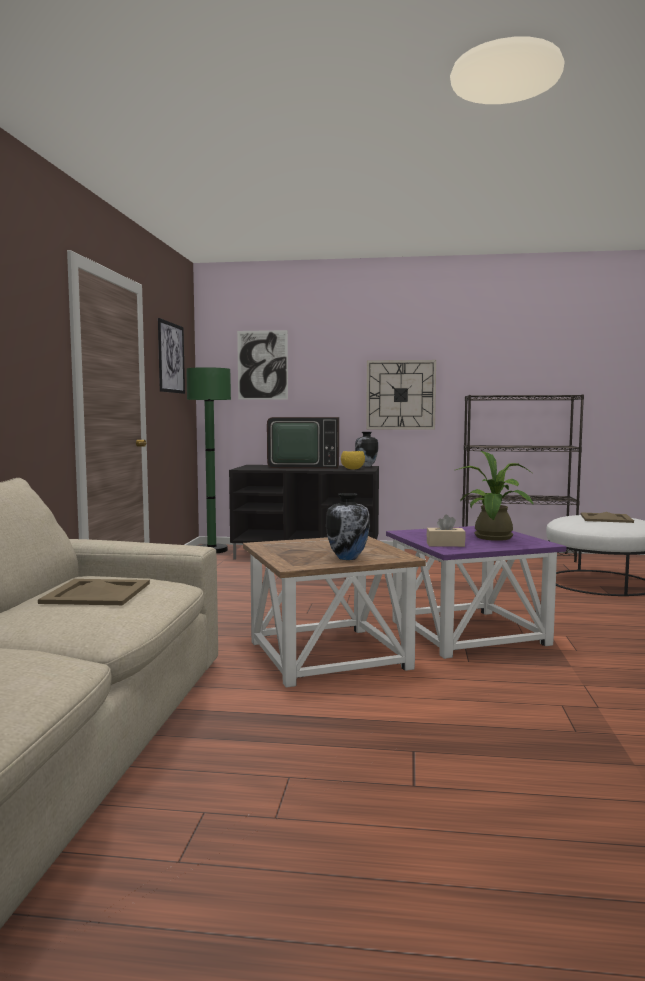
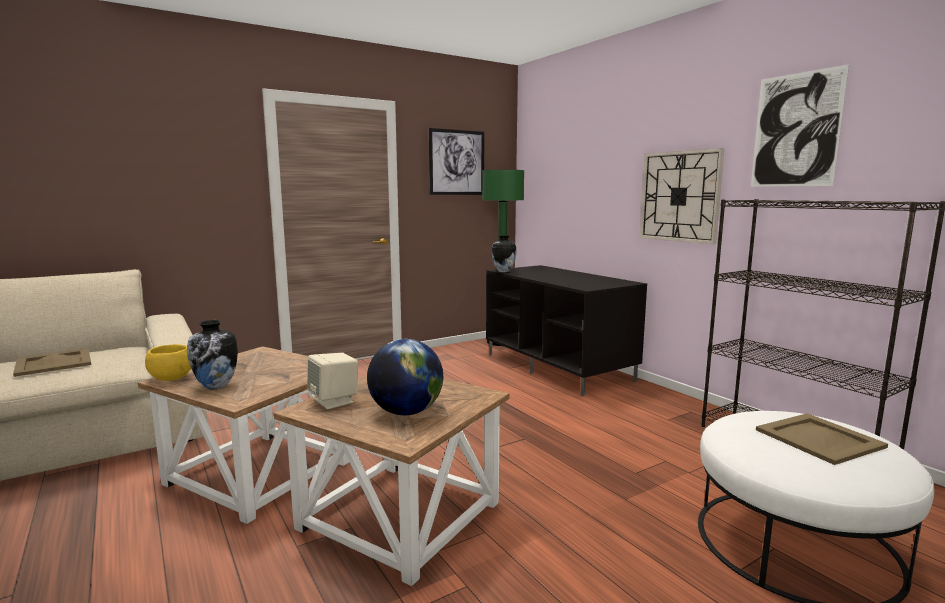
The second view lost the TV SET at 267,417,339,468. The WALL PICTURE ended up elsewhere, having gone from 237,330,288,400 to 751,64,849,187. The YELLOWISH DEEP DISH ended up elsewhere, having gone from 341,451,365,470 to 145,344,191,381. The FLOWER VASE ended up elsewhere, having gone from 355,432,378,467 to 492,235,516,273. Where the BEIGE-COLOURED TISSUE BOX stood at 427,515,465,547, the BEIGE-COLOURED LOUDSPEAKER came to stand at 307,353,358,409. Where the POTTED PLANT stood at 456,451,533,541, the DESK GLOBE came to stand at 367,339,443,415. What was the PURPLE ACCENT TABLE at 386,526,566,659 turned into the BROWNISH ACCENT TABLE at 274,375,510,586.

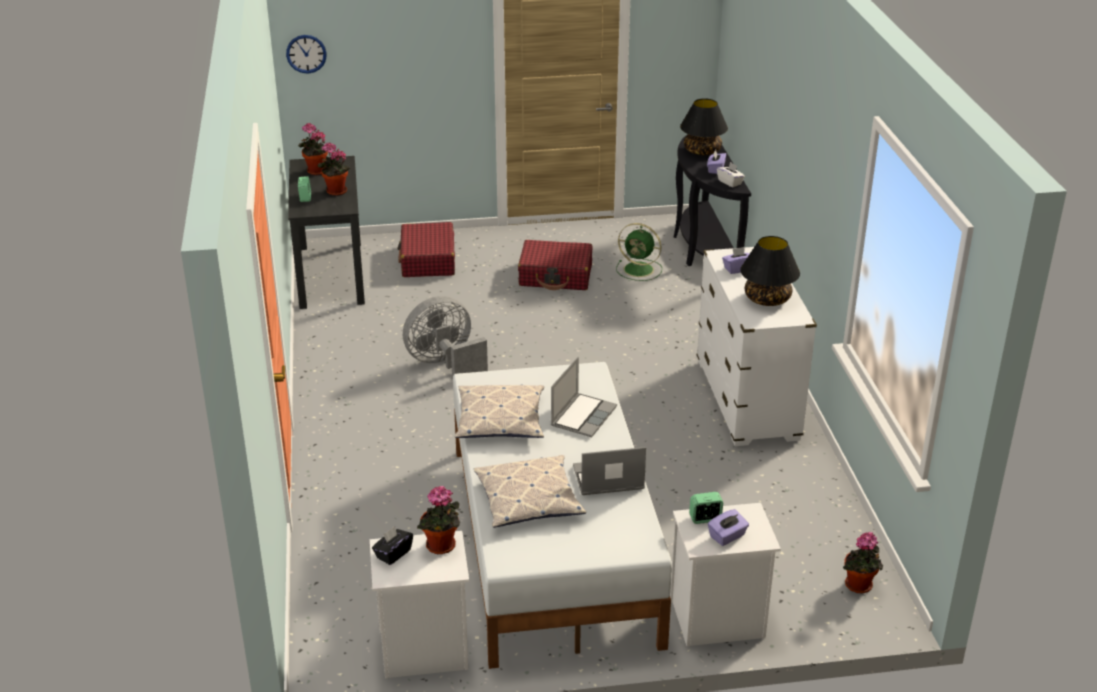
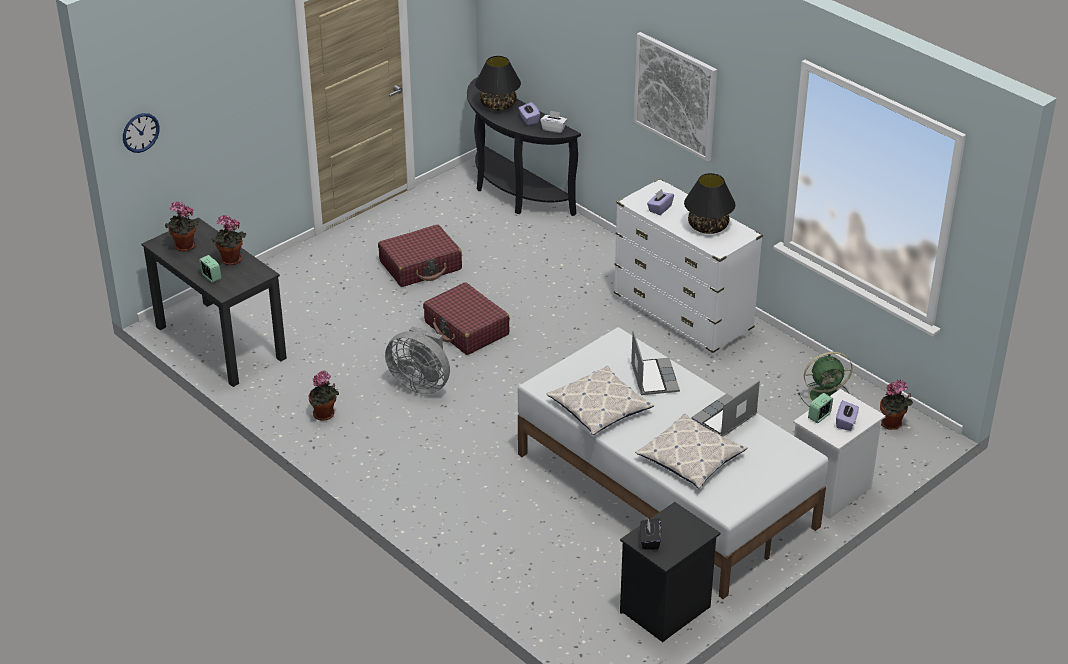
The second view gained the WALL PICTURE at 634,32,717,162. The RED TRAVEL CASE ended up elsewhere, having gone from 397,222,455,277 to 423,282,510,355. The POTTED PLANT ended up elsewhere, having gone from 417,486,460,554 to 308,370,339,421. The GREEN FAN ended up elsewhere, having gone from 616,223,662,281 to 798,352,853,407. What was the WHITE-COLOURED NIGHTSTAND at 370,531,469,679 turned into the BLACK-COLOURED NIGHTSTAND at 620,502,720,642. The GREYISH FAN at 403,296,488,379 ended up facing another way, 90 degrees counterclockwise from before.

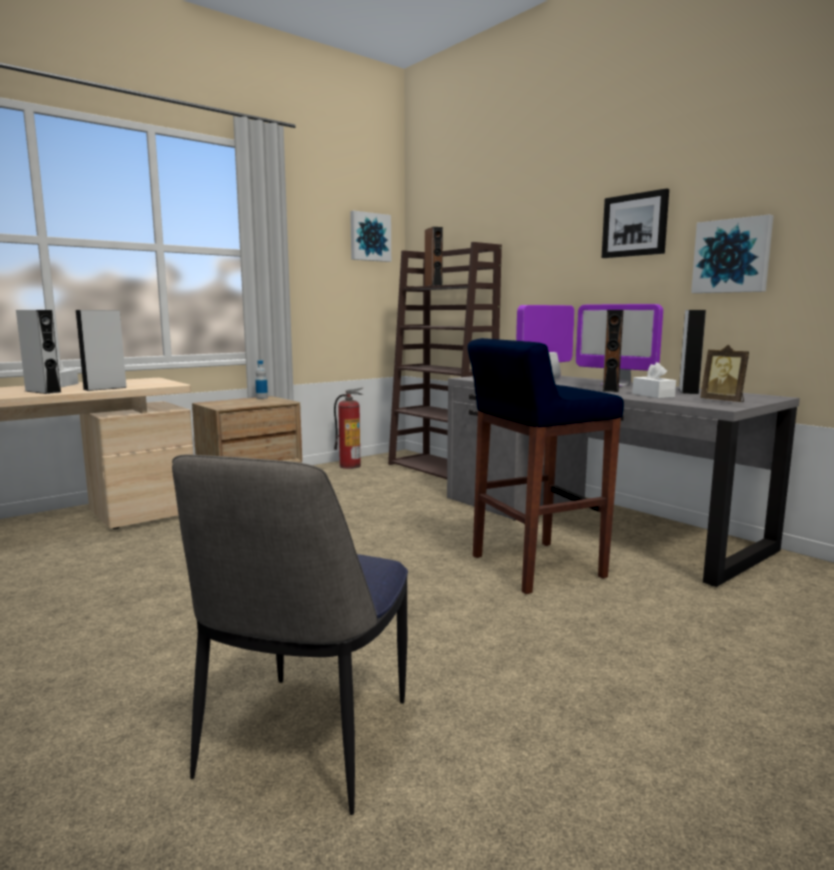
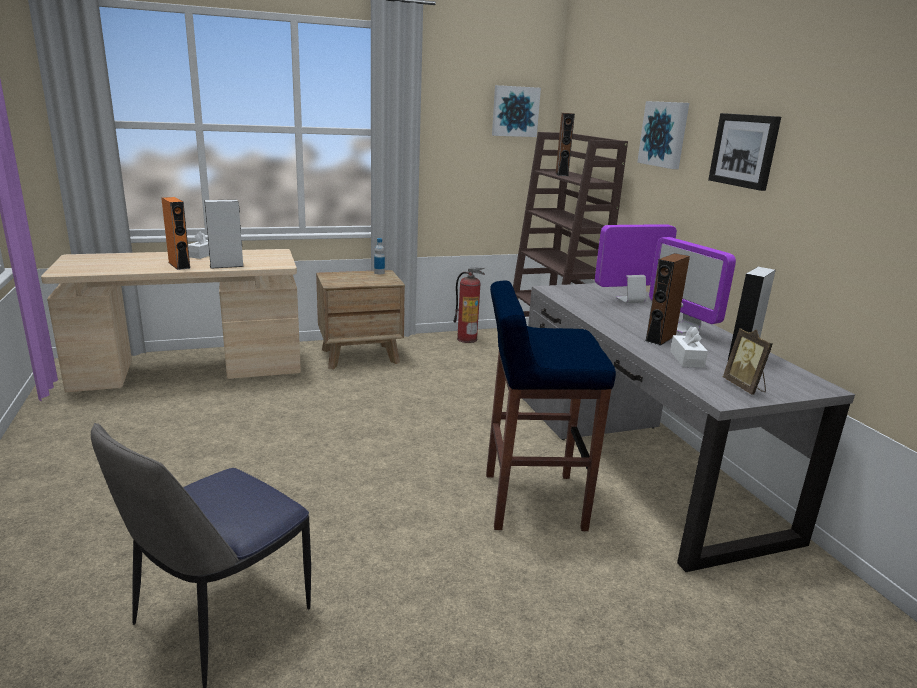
The WALL PICTURE ended up elsewhere, having gone from 691,214,774,293 to 637,101,689,169. What was the GREYISH LOUDSPEAKER at 16,310,61,394 turned into the ORANGE LOUDSPEAKER at 161,197,190,270.

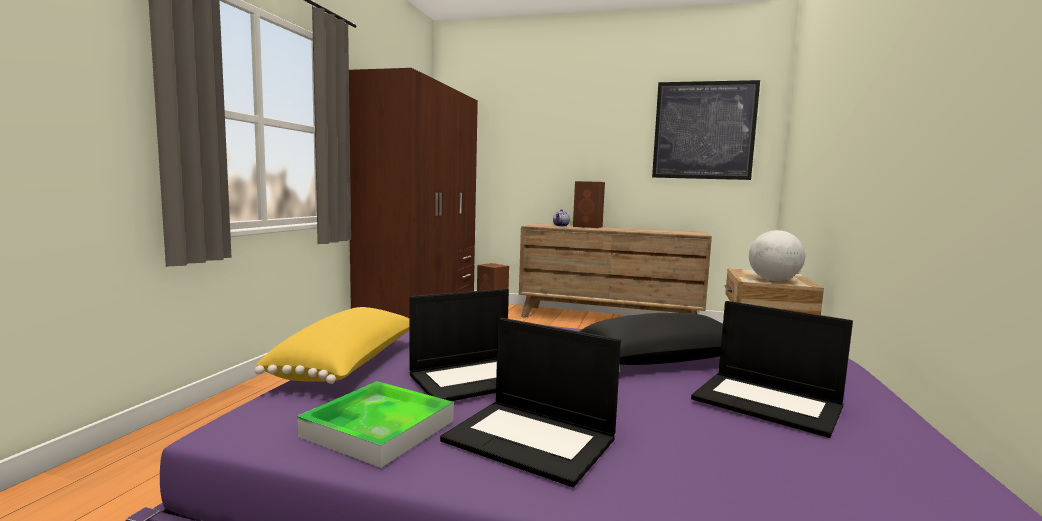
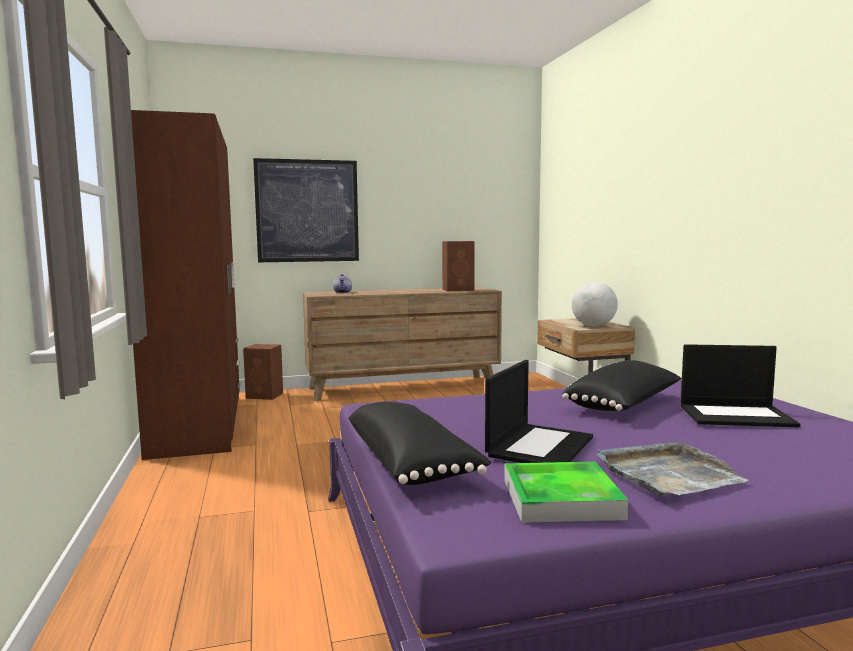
The BROWNISH LOUDSPEAKER ended up elsewhere, having gone from 573,181,605,228 to 442,241,475,291. The WALL PICTURE ended up elsewhere, having gone from 652,80,760,180 to 253,158,359,262. Where the PORTABLE COMPUTER stood at 440,318,621,487, the GREYISH CARRYING TRAY came to stand at 597,442,749,496. What was the YELLOWISH PILLOW at 255,307,410,384 turned into the BLACK-COLOURED PILLOW at 348,402,492,485.

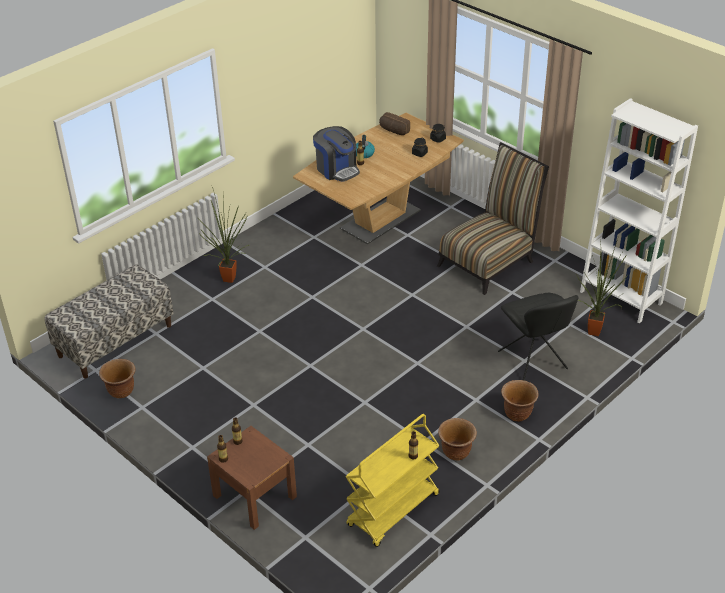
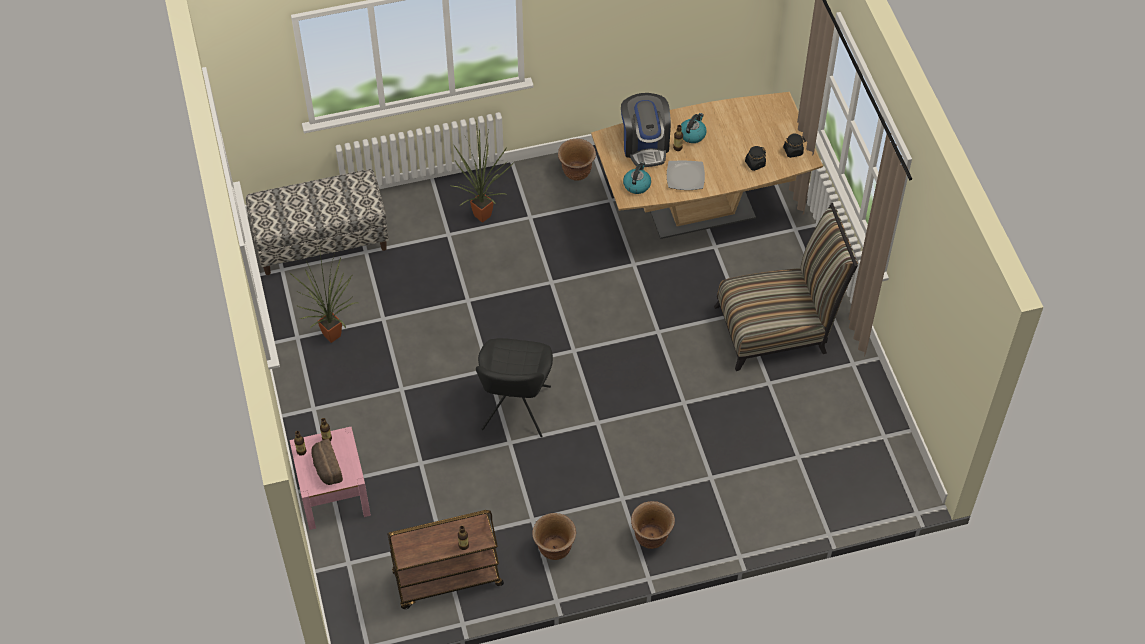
The second view lost the WHITE-COLOURED SHELVING UNIT at 580,98,698,323. The second view gained the TEA KETTLE at 623,162,651,194. The second view gained the FLAT DISH at 667,161,705,190. The BROWNISH FLOWER POT ended up elsewhere, having gone from 99,359,135,398 to 558,139,596,181. The BREAD ended up elsewhere, having gone from 379,112,410,135 to 311,439,343,485. The BLACK-COLOURED PLAIN CHAIR ended up elsewhere, having gone from 498,293,579,381 to 476,338,553,437. The POTTED PLANT ended up elsewhere, having gone from 576,239,628,336 to 290,246,356,343. What was the BROWNISH NIGHTSTAND at 207,426,297,530 turned into the PINKISH NIGHTSTAND at 290,427,371,530. What was the YELLOWISH CART at 346,414,439,547 turned into the BROWNISH CART at 387,510,504,609.

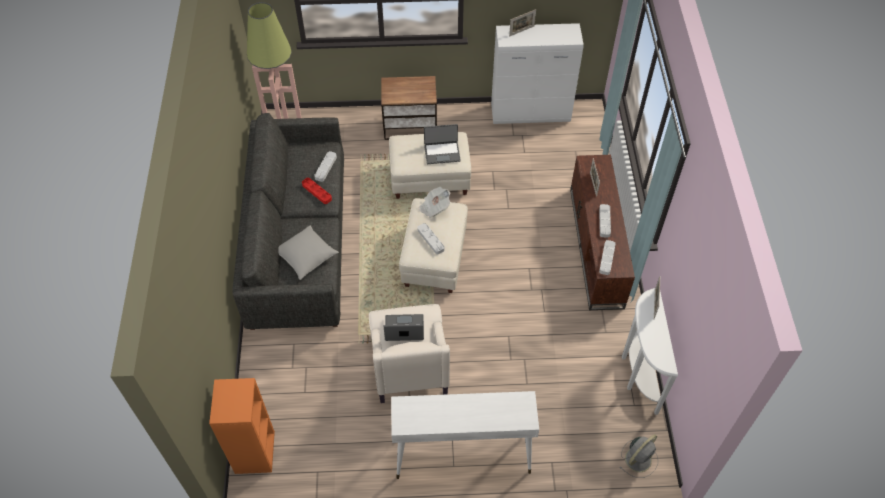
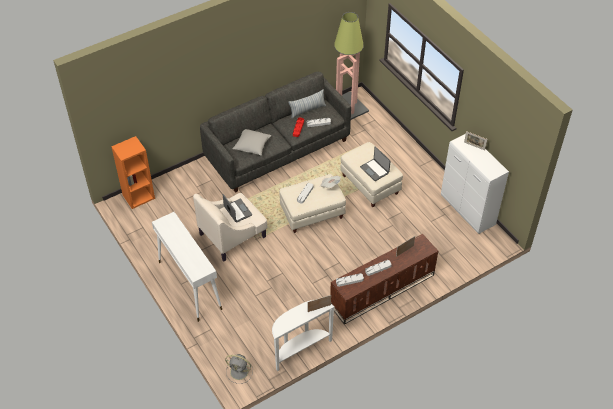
The second view lost the NIGHTSTAND at 381,76,437,140. The second view gained the PILLOW at 288,89,326,118.

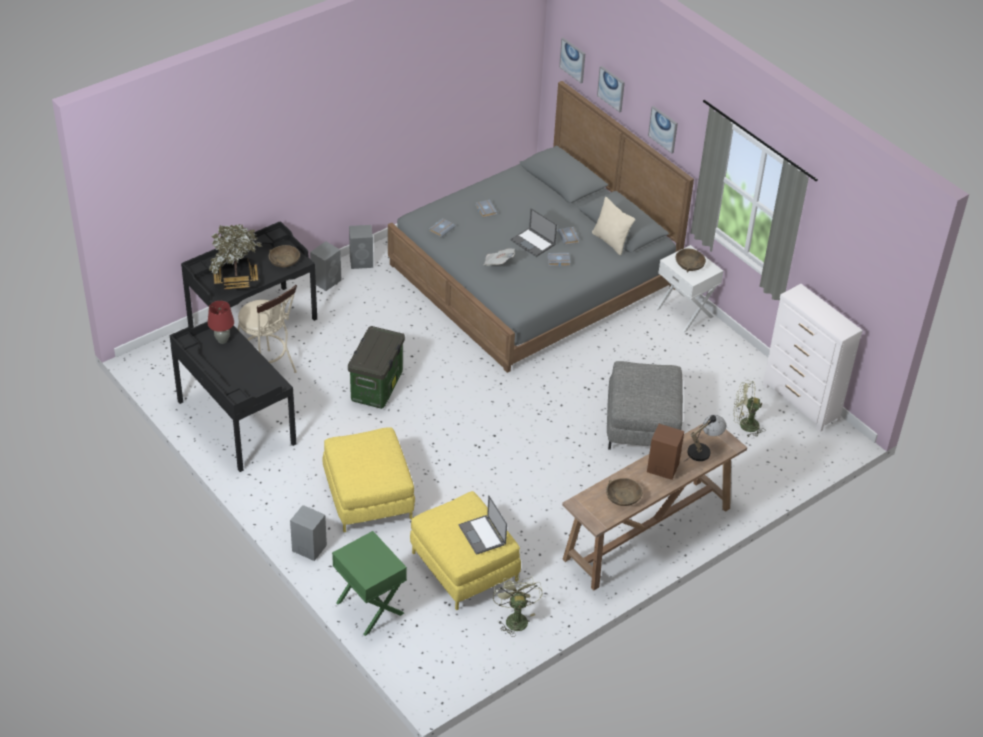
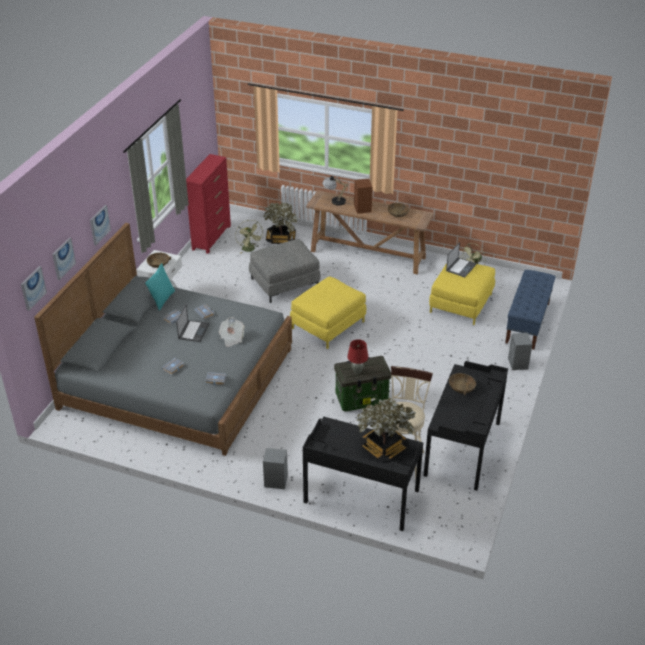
The second view lost the GREYISH LOUDSPEAKER at 349,225,373,269. The second view gained the POTTED PLANT at 263,202,298,244. The RED TABLETOP LAMP ended up elsewhere, having gone from 207,301,234,344 to 347,339,368,374. The BROWNISH DEEP DISH ended up elsewhere, having gone from 269,245,300,268 to 449,373,476,395. The YELLOWISH POUFFE ended up elsewhere, having gone from 322,427,415,532 to 290,277,366,349. Where the GREEN NIGHTSTAND stood at 332,531,407,636, the BLUISH INDOOR BENCH came to stand at 505,270,555,350. What was the BEIGE-COLOURED PILLOW at 592,197,635,255 turned into the BLUE-GREEN PILLOW at 145,263,175,310. What was the WHITE-COLOURED DRAWER CHEST at 763,284,863,432 turned into the RED DRAWER CHEST at 186,154,231,254.

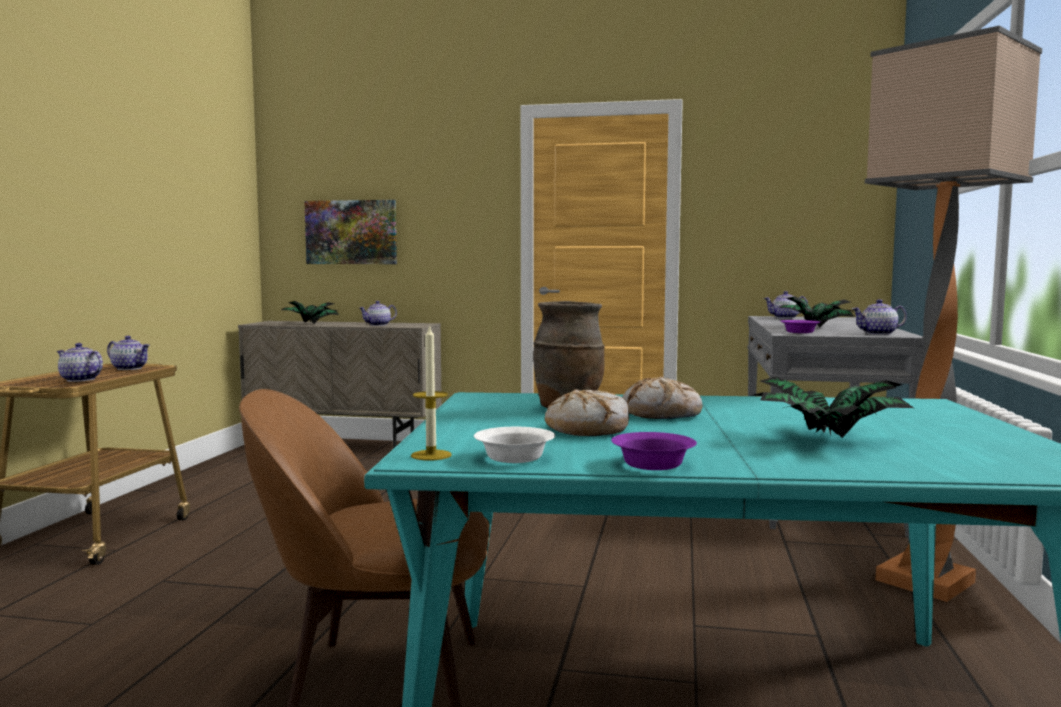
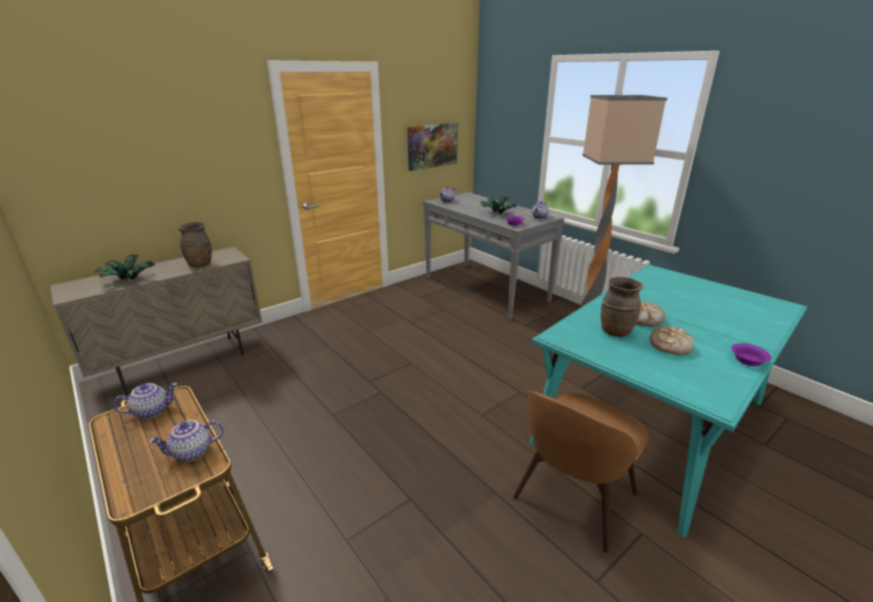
The second view lost the WAX LIGHT at 411,324,452,461. The second view lost the WHITE-COLOURED DEEP DISH at 474,427,555,463. The second view lost the POTTED PLANT at 752,377,914,438. The WALL PICTURE ended up elsewhere, having gone from 304,200,397,264 to 407,123,458,171. Where the TEA POT stood at 359,301,397,326, the BROWNISH FLOWER VASE came to stand at 177,222,212,267.

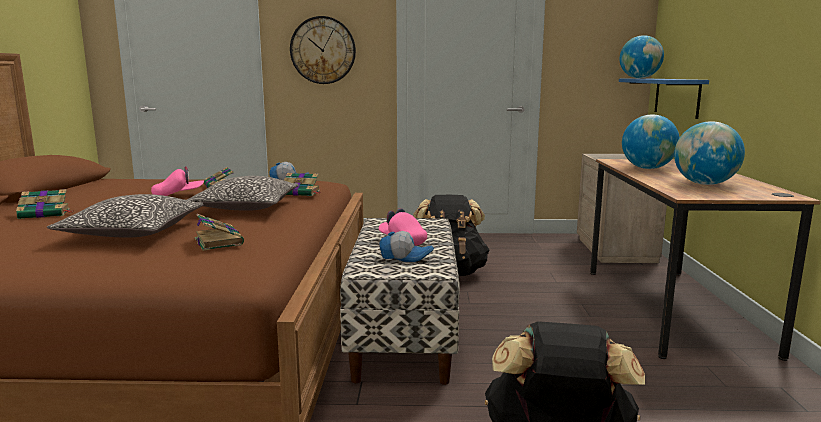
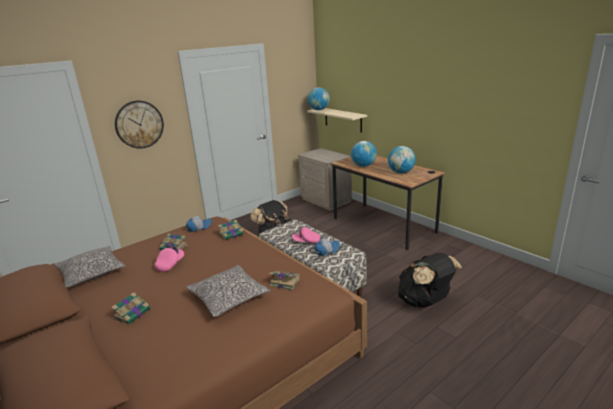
The PILLOW ended up elsewhere, having gone from 187,176,299,211 to 54,246,126,288. What was the BLUISH BRACKET SHELF at 619,79,709,119 turned into the BEIGE-COLOURED BRACKET SHELF at 307,108,367,133.

